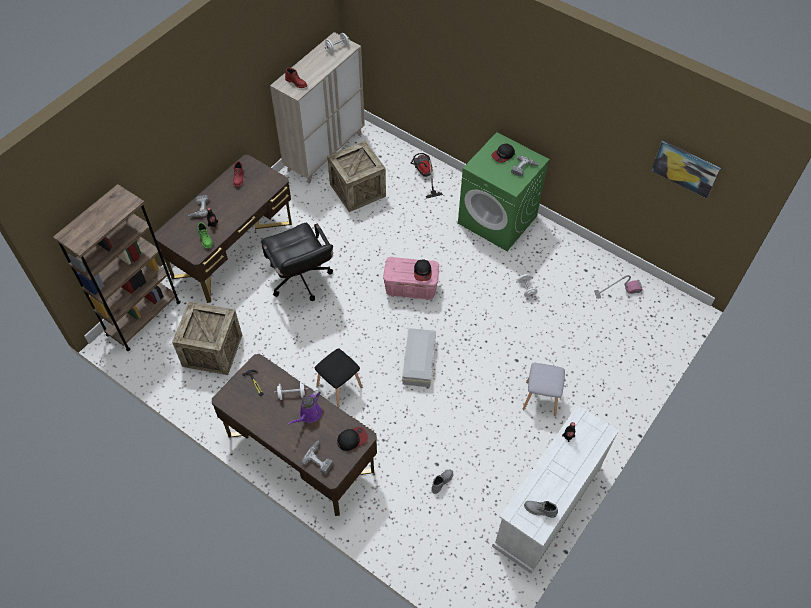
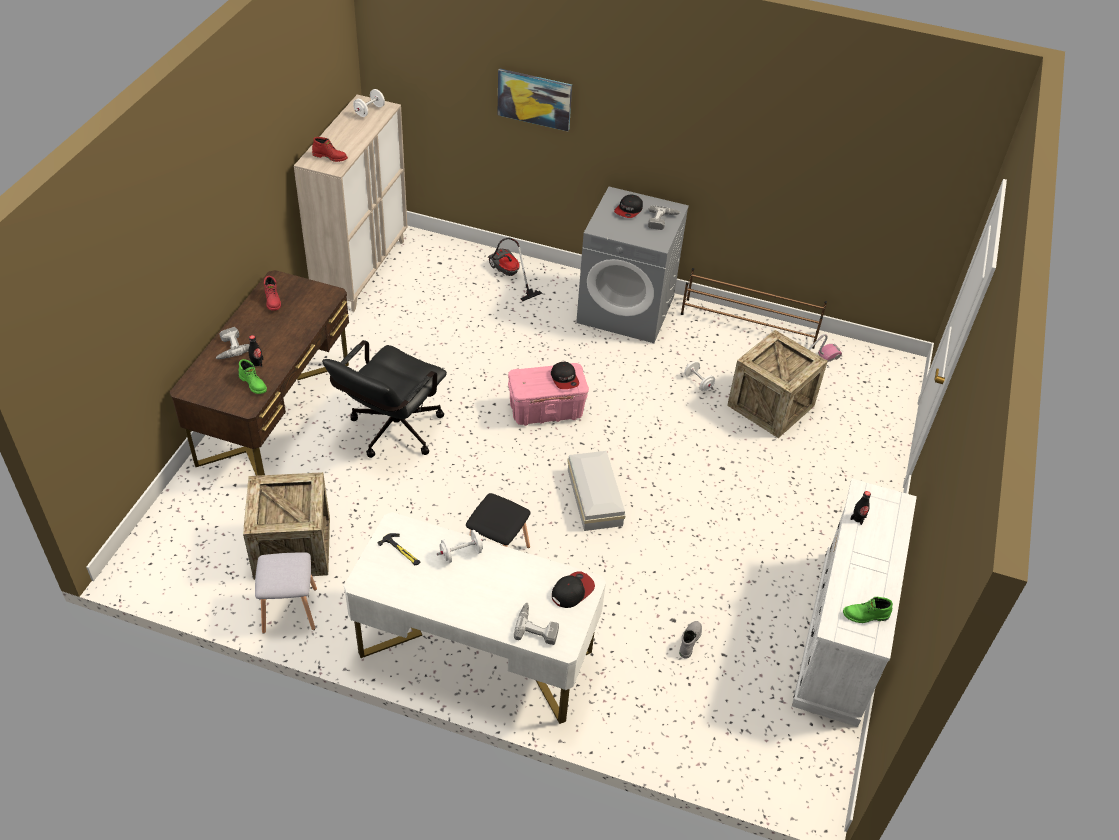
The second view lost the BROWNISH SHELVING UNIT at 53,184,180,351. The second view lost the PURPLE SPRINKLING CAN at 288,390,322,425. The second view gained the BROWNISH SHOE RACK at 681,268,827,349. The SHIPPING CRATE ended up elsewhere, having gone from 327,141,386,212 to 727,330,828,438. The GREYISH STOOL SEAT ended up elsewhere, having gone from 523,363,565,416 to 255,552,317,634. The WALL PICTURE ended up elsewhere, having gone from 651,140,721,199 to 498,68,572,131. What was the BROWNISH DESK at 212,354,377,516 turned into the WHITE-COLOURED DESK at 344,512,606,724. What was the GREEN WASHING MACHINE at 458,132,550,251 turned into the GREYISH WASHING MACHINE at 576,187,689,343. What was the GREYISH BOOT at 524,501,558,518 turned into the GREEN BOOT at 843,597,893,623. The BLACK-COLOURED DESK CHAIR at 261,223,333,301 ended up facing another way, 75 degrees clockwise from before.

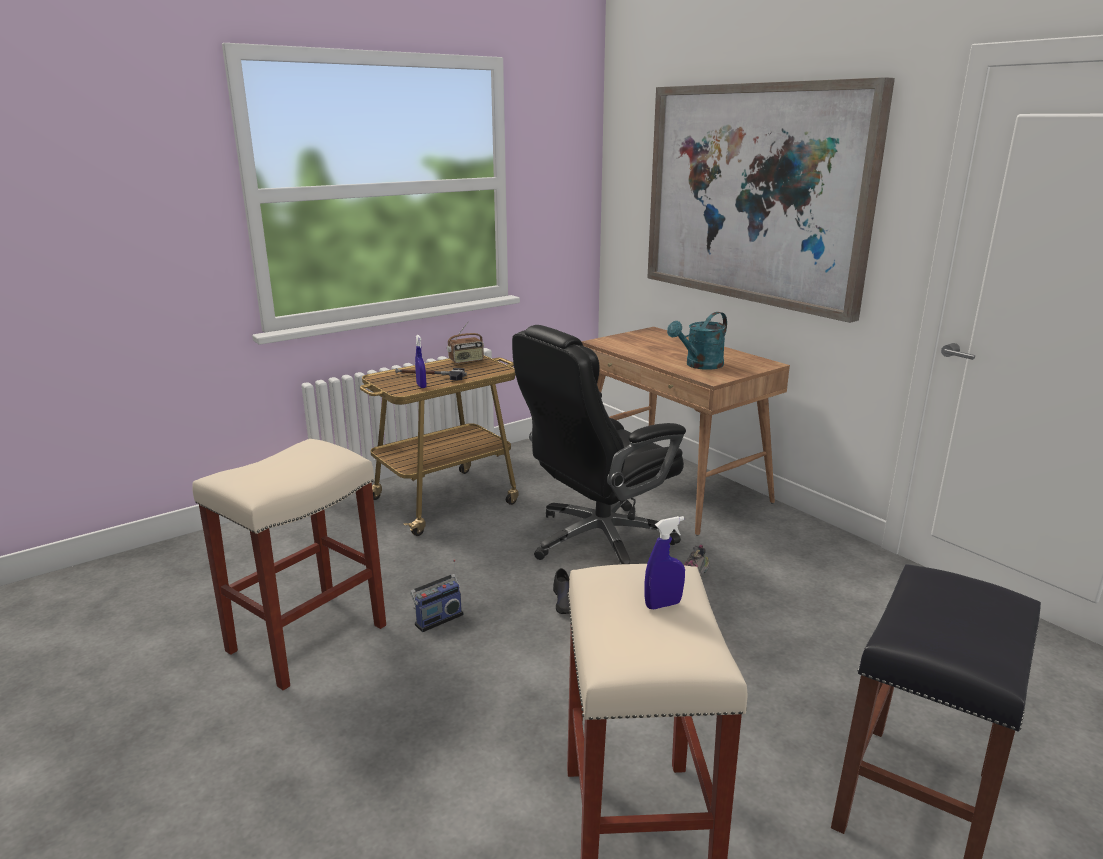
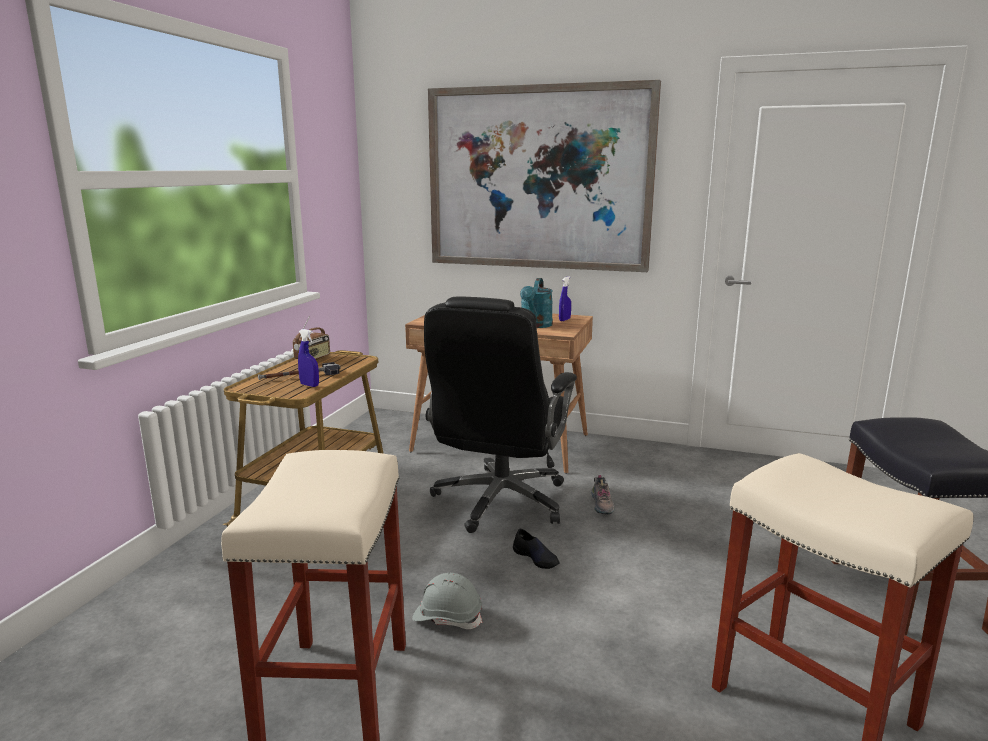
The BLUISH SPRAYER ended up elsewhere, having gone from 644,516,685,609 to 559,276,571,321. Where the RADIO SET stood at 410,559,463,632, the GREYISH WORK HELMET came to stand at 412,573,482,629.

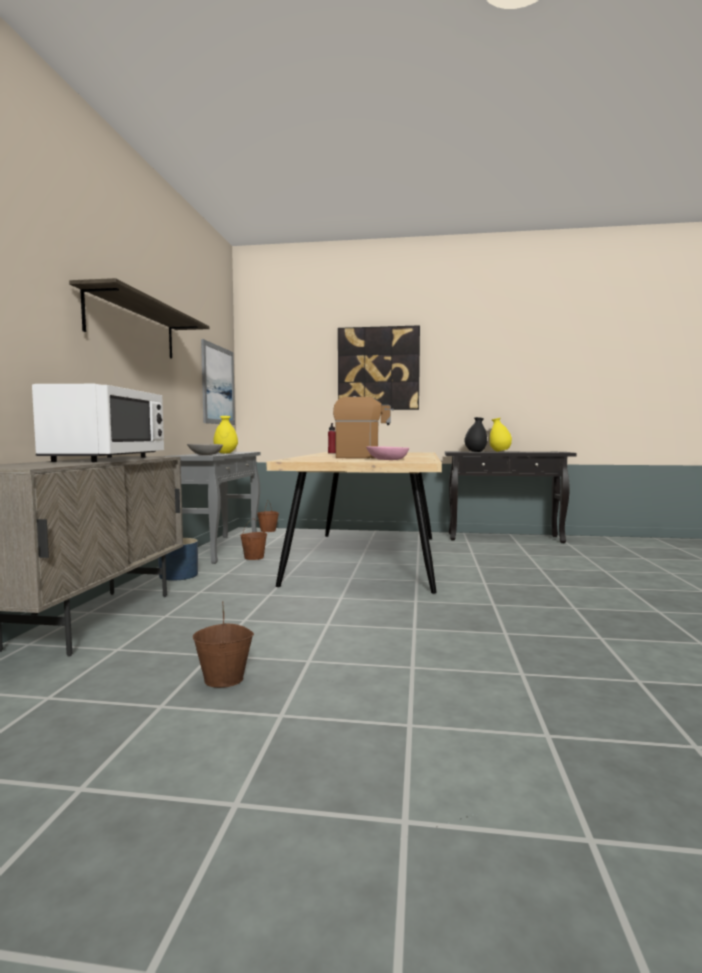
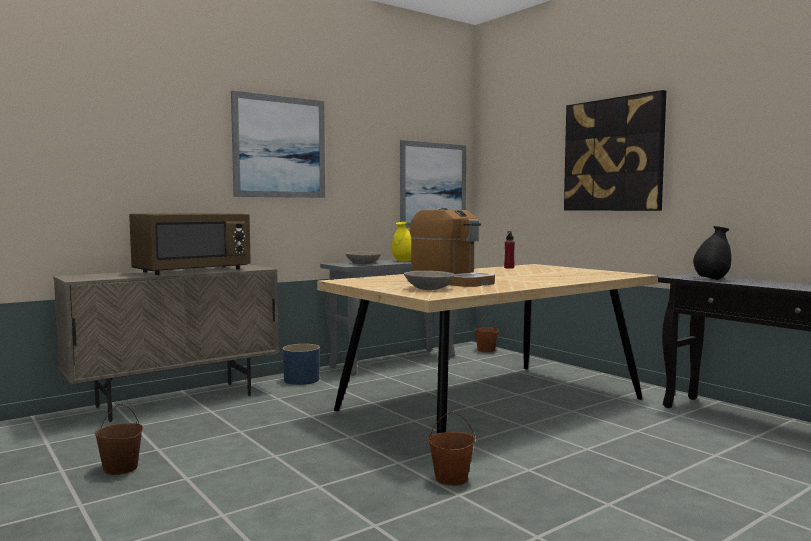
The second view lost the YELLOWISH FLOWER VASE at 489,418,512,452. The BROWNISH PAIL ended up elsewhere, having gone from 240,518,267,560 to 428,412,475,486. Where the BRACKET SHELF hung at 69,278,210,359, the WALL PICTURE came to hang at 231,91,325,198. What was the WHITE-COLOURED MICROWAVE OVEN at 32,384,164,462 turned into the BROWNISH MICROWAVE OVEN at 129,213,251,275. What was the PINKISH DEEP DISH at 366,446,409,460 turned into the GREYISH DEEP DISH at 404,271,454,290.

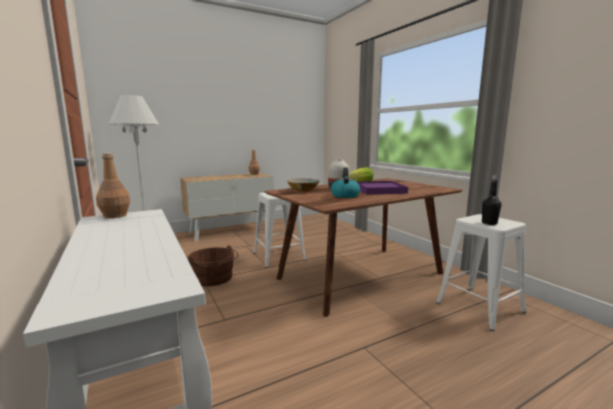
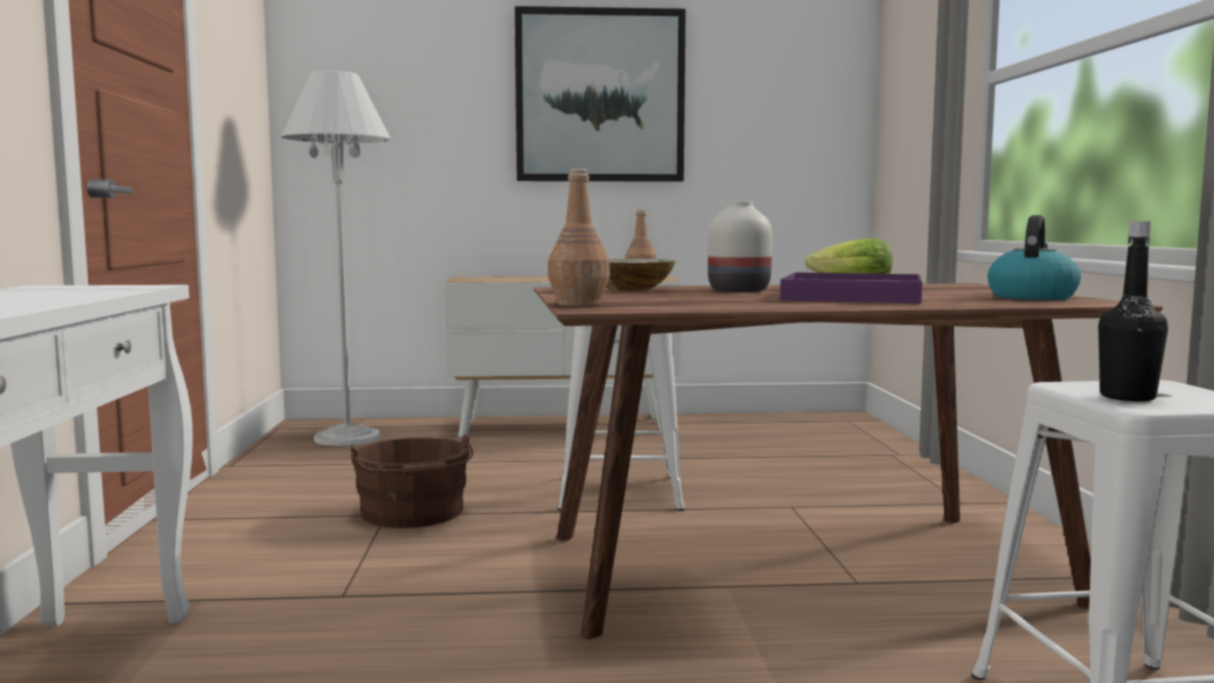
The second view gained the WALL PICTURE at 515,6,686,182. The BROWNISH BOTTLE ended up elsewhere, having gone from 96,153,130,218 to 548,169,610,306. The TEA KETTLE ended up elsewhere, having gone from 331,168,360,198 to 988,215,1081,300.

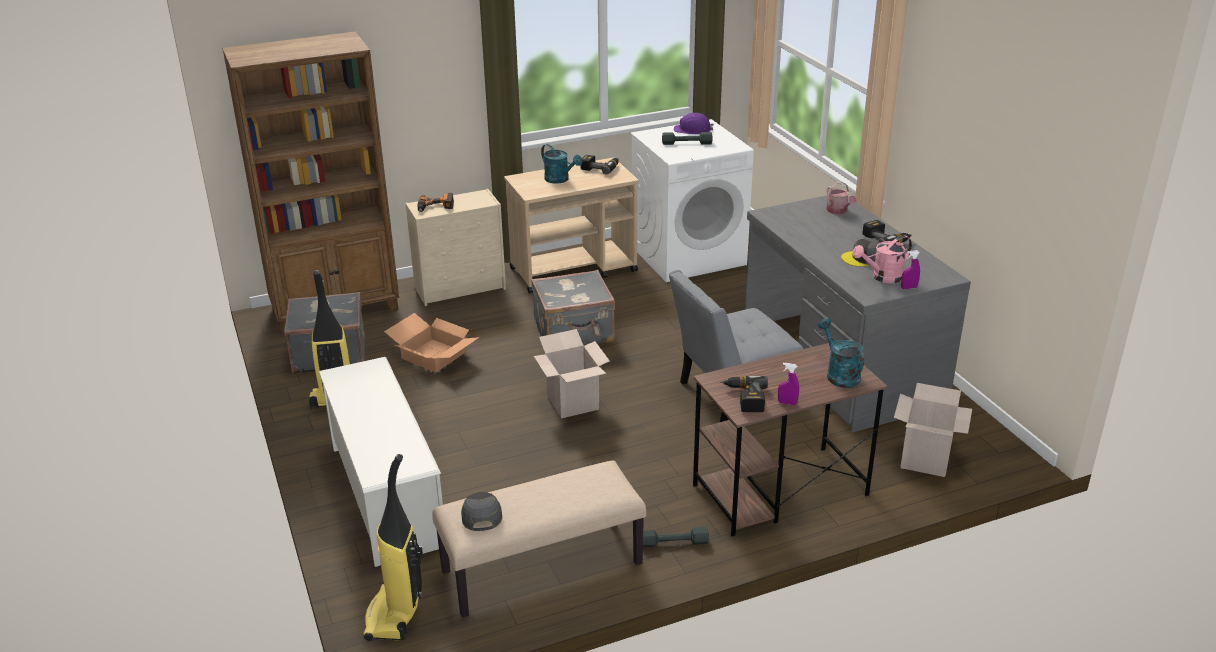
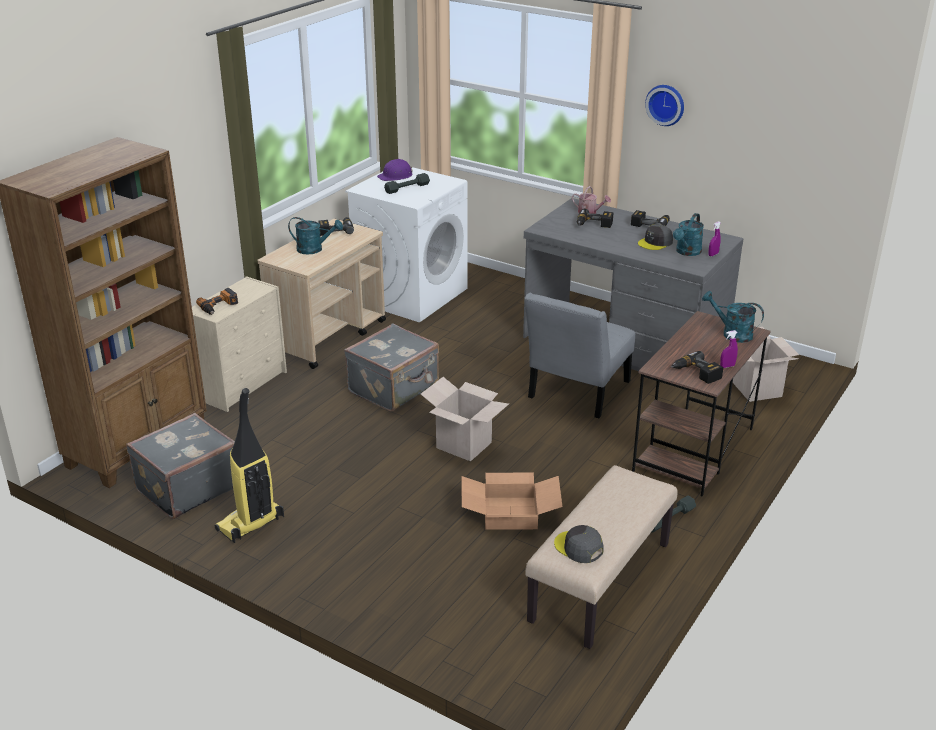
The second view lost the WHITE-COLOURED SHOE RACK at 319,357,443,567. The second view lost the VACUUM at 363,454,423,641. The second view gained the ELECTRIC DRILL at 577,209,613,228. The second view gained the HANGING CLOCK at 645,85,684,126. The CARDBOARD BOX ended up elsewhere, having gone from 384,313,480,372 to 462,473,563,530. What was the PINKISH SPRINKLING CAN at 853,236,912,283 turned into the BLUE-GREEN SPRINKLING CAN at 673,213,704,256.

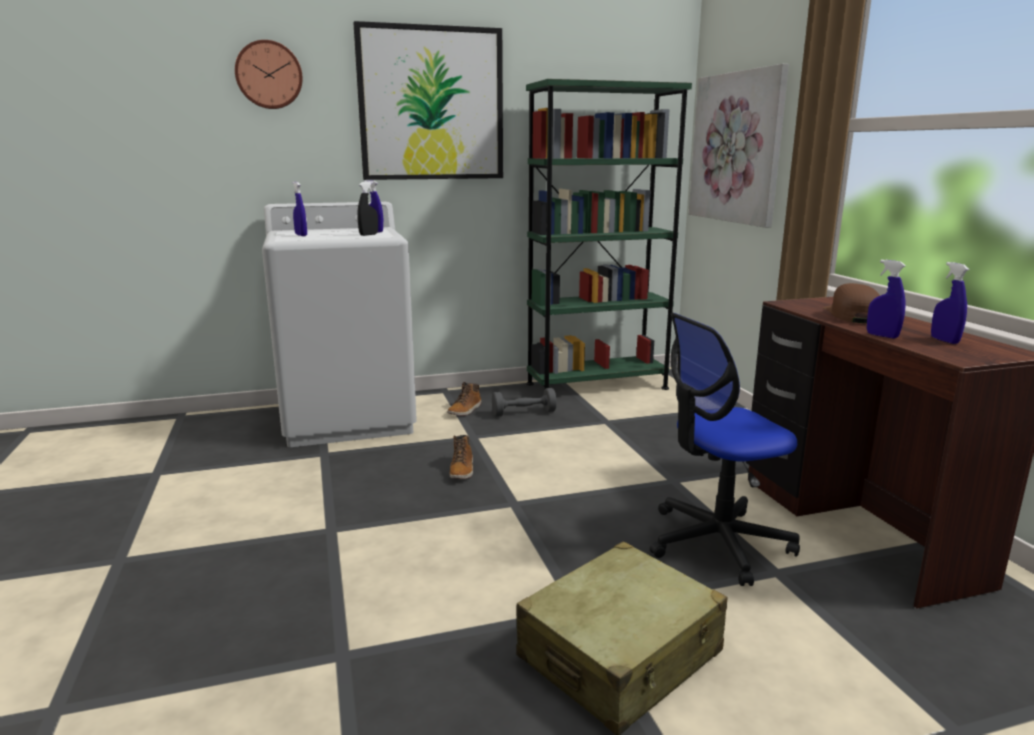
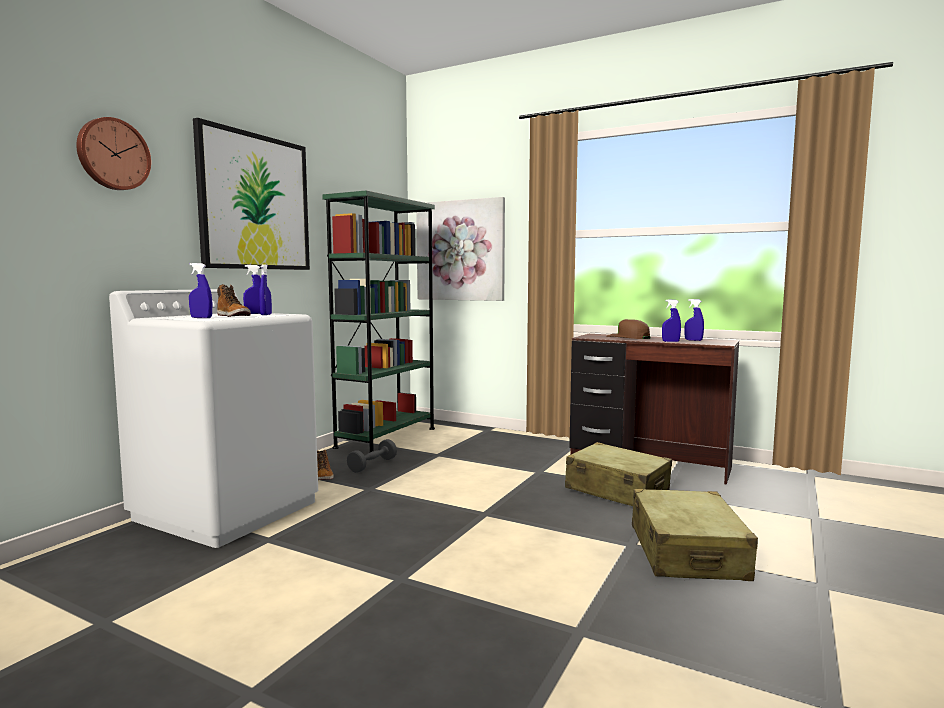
The BOOT ended up elsewhere, having gone from 449,435,473,479 to 217,284,251,317. Where the DESK CHAIR stood at 650,313,800,586, the BEIGE-COLOURED TRAVEL CASE came to stand at 565,442,672,506. What was the BLACK-COLOURED SPRAYER at 357,181,378,236 turned into the BLUISH SPRAYER at 259,264,272,315.

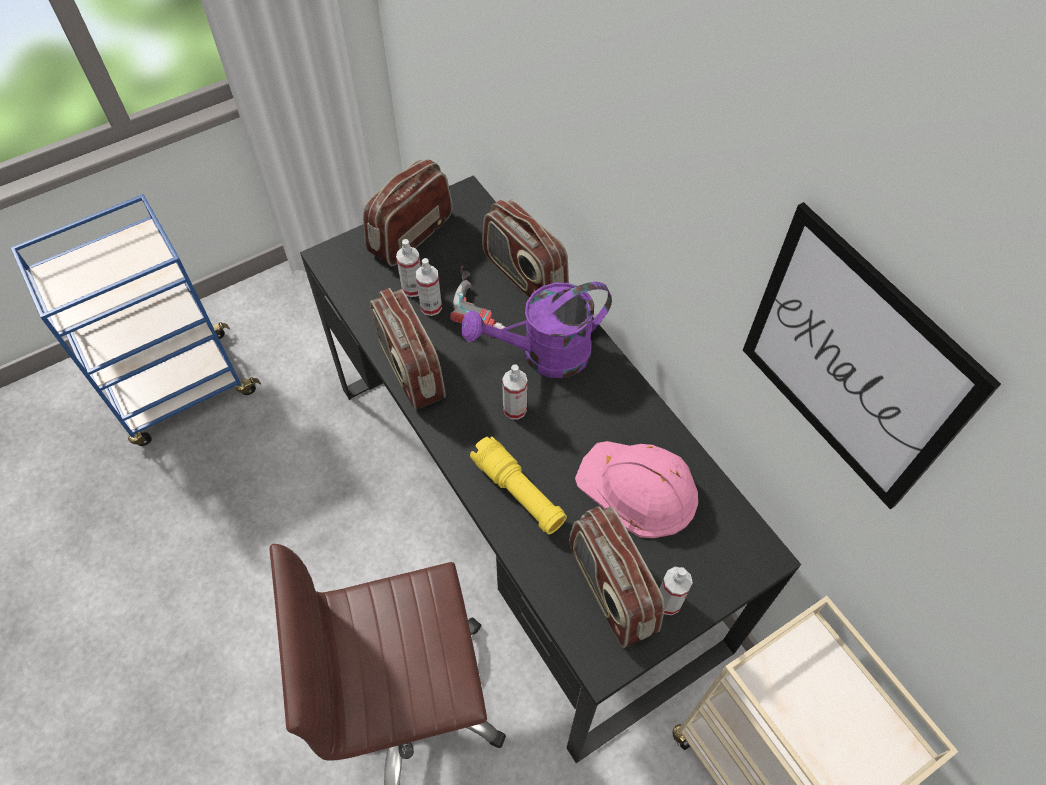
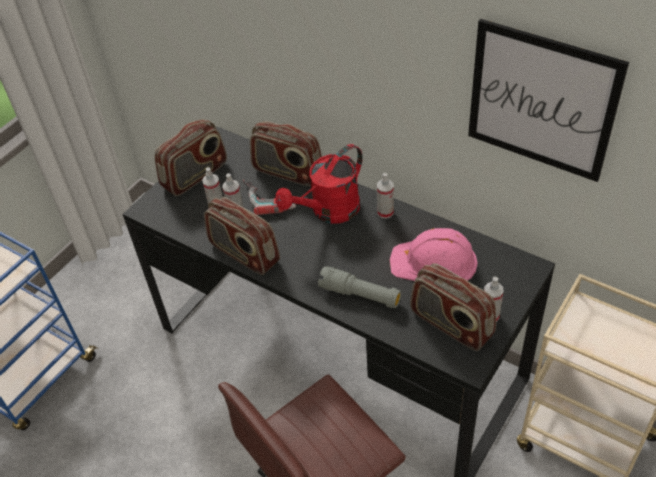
The SPRAYER ended up elsewhere, having gone from 502,364,528,420 to 377,173,394,219. What was the PURPLE SPRINKLING CAN at 461,282,612,378 turned into the RED SPRINKLING CAN at 275,144,363,224. What was the YELLOWISH TORCH at 470,436,567,535 turned into the GREYISH TORCH at 318,266,401,309. The RADIO SET at 363,159,453,266 ended up facing another way, 150 degrees counterclockwise from before.

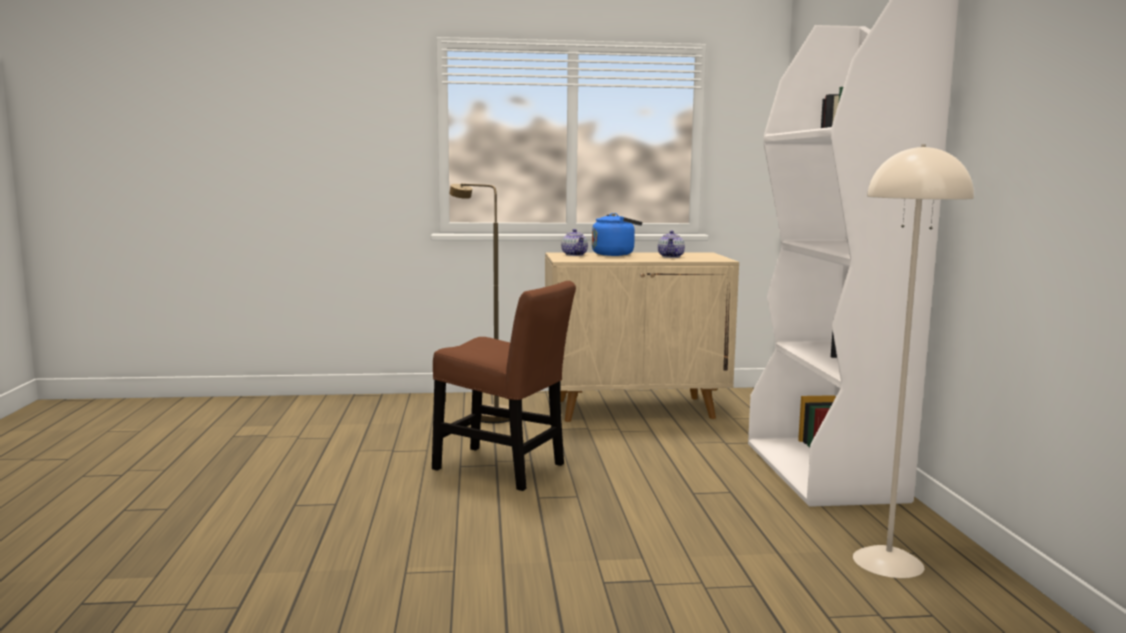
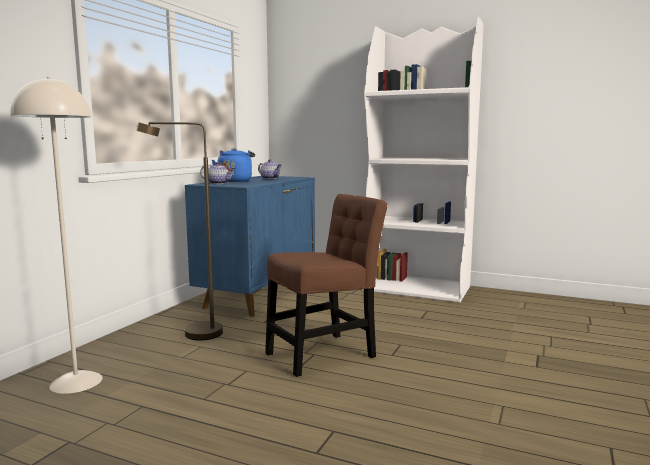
The BEIGE-COLOURED STANDING LAMP ended up elsewhere, having gone from 853,144,974,578 to 11,77,103,394. What was the BEIGE-COLOURED STORAGE CABINET at 545,253,739,422 turned into the BLUISH STORAGE CABINET at 185,176,315,317.

